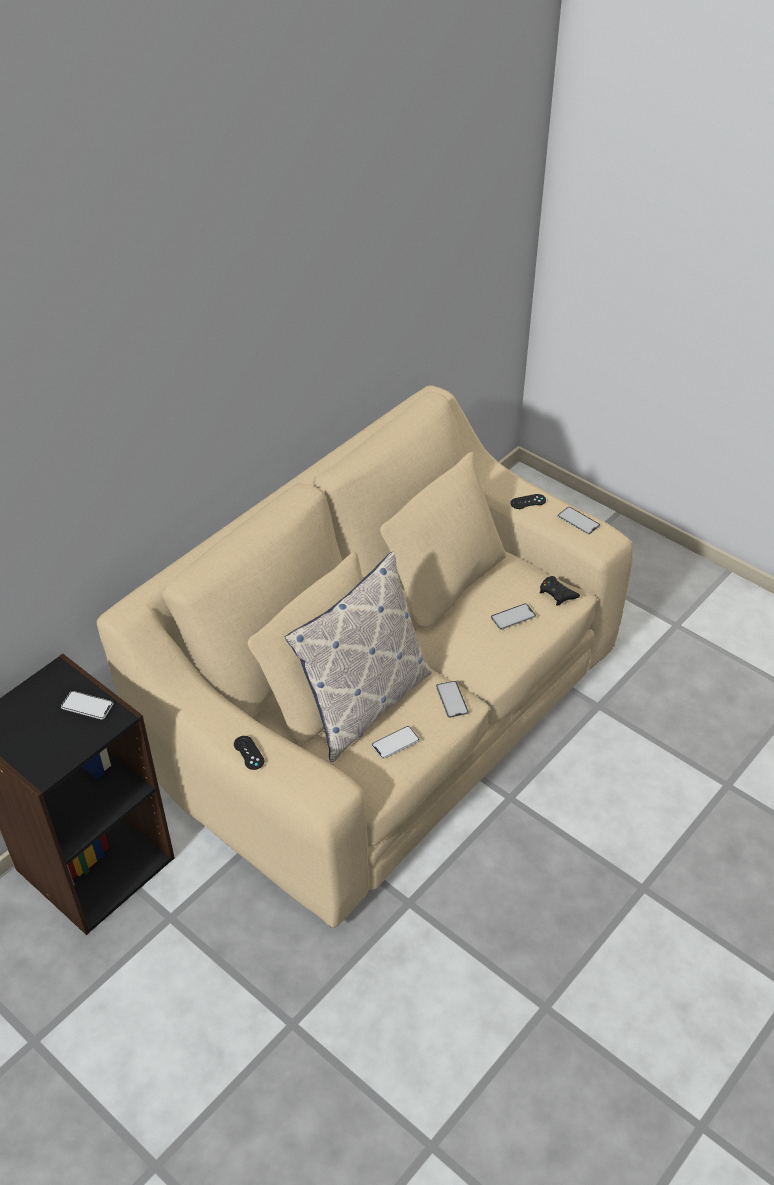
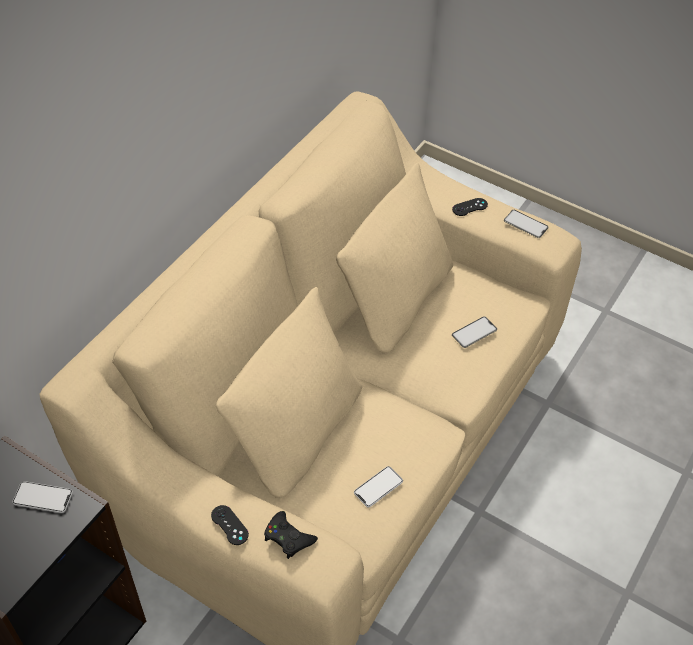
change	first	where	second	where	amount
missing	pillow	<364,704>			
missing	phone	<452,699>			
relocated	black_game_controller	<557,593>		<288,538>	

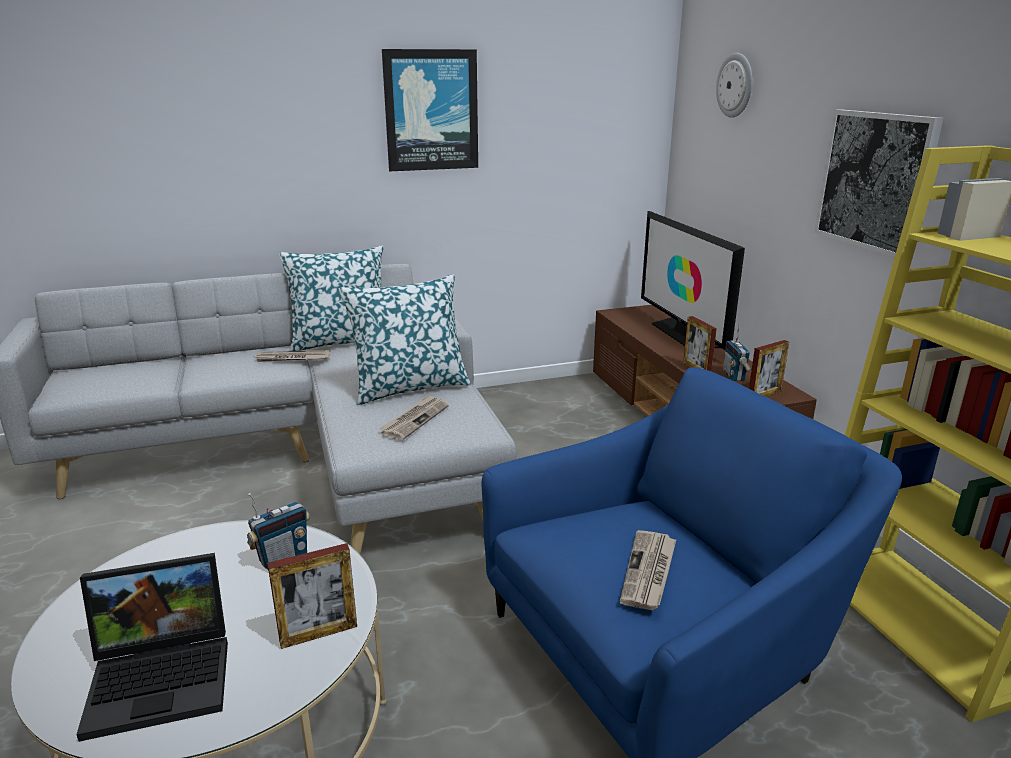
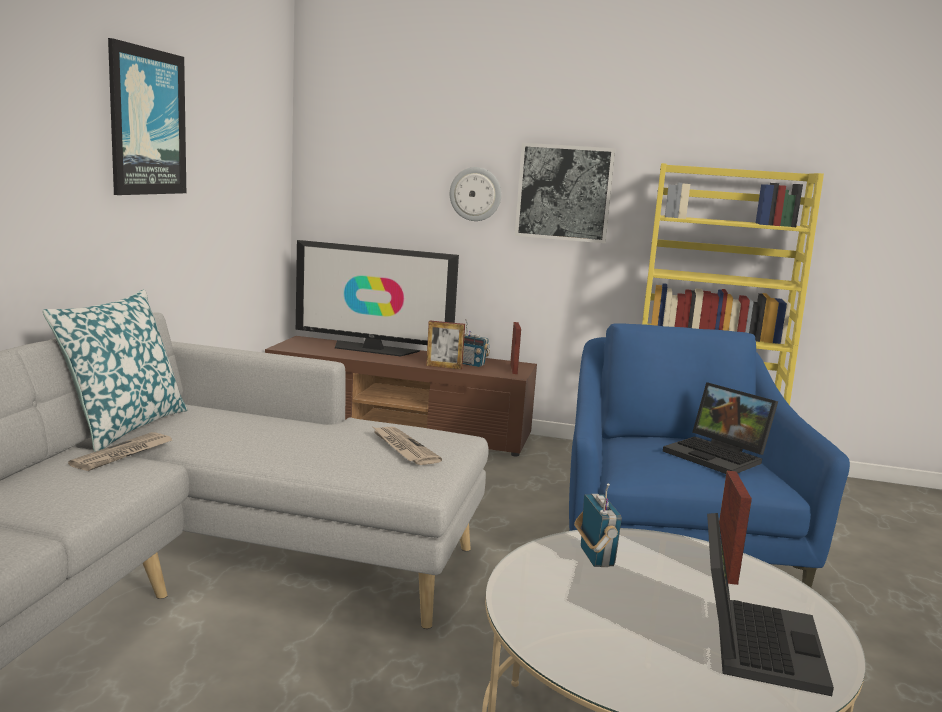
change	first	where	second	where	amount
missing	pillow	<409,387>			
exchanged	newspaper	<649,572>	laptop	<718,456>	
relocated	wall_clock	<735,85>		<475,194>	

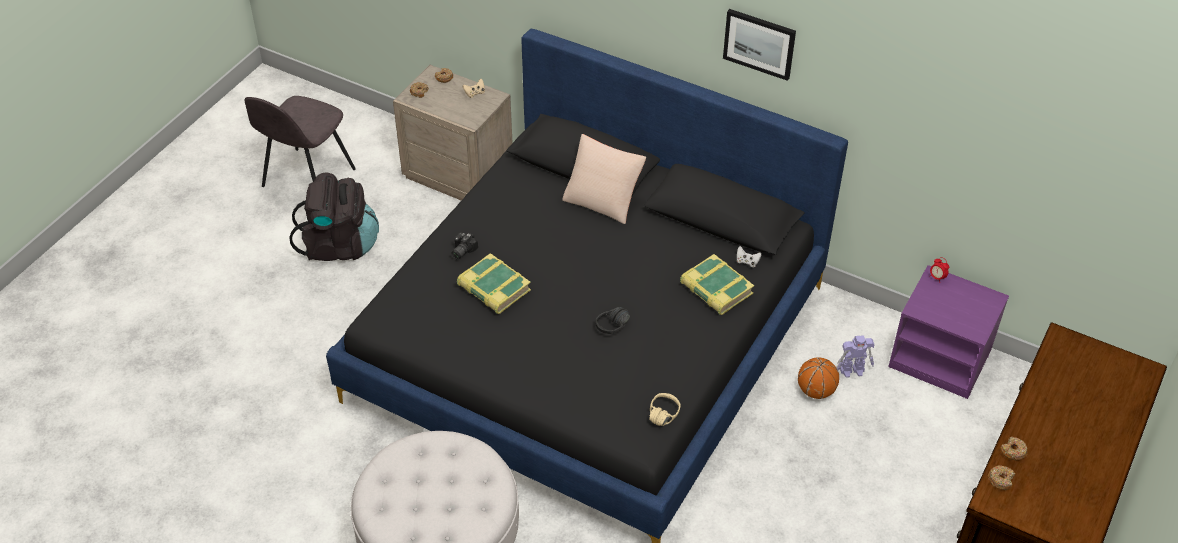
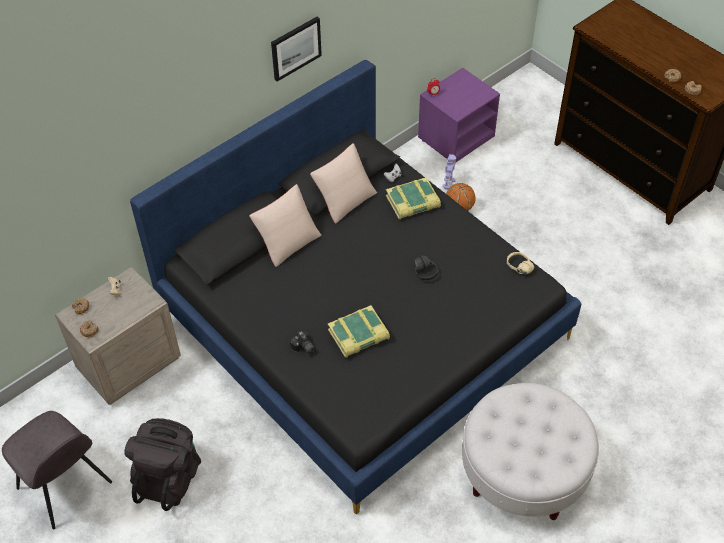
change	first	where	second	where	amount
appeared			beige_pillow	<344,199>	

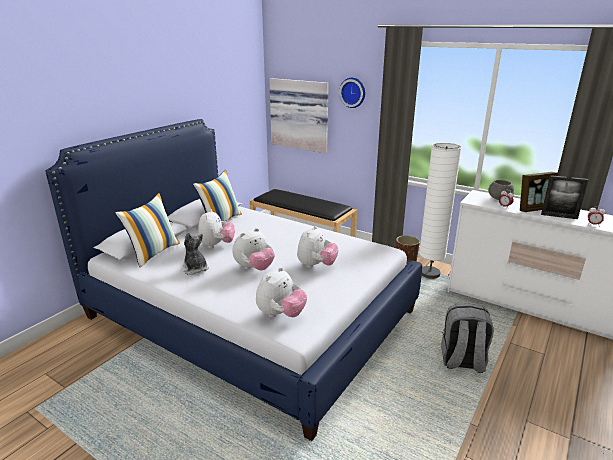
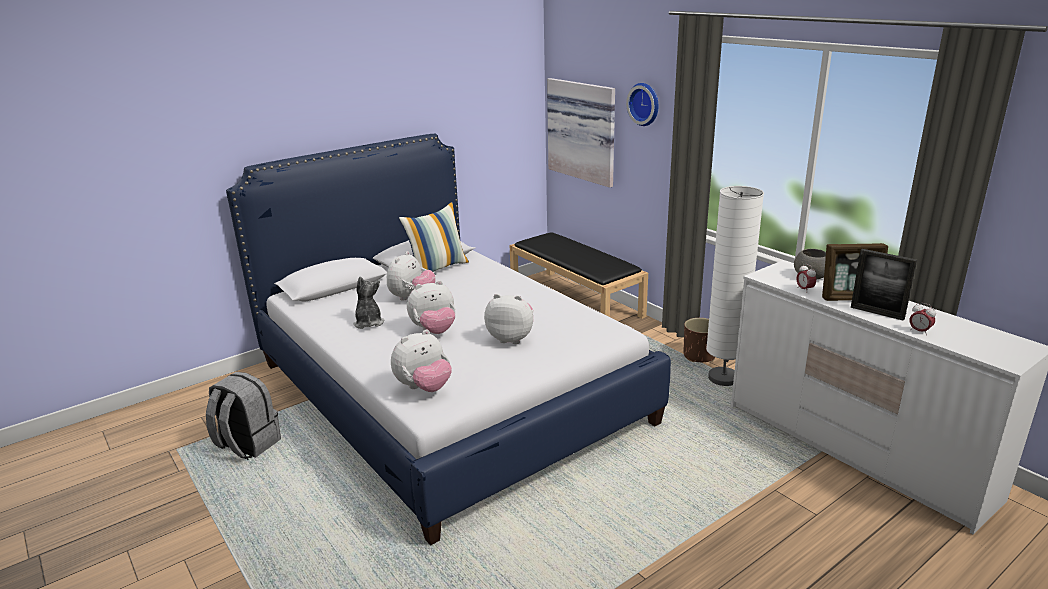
change	first	where	second	where	amount
missing	pillow	<154,253>			
spun	plush_toy	<316,265>		<511,338>	120 degrees counterclockwise
relocated	grey_backpack	<462,361>		<247,445>	

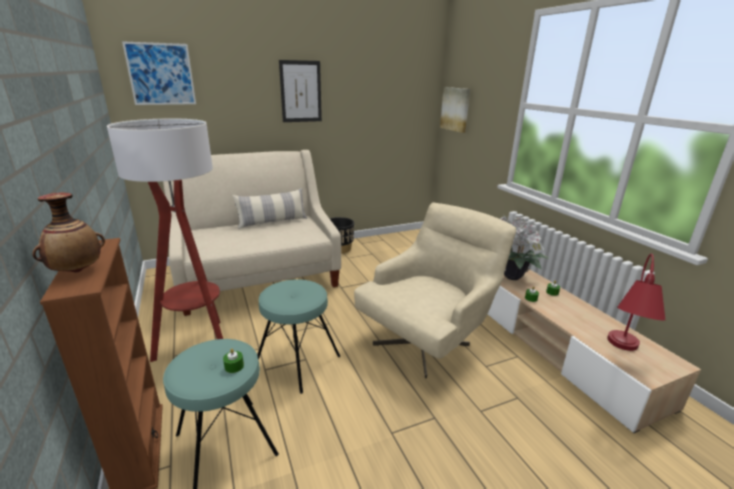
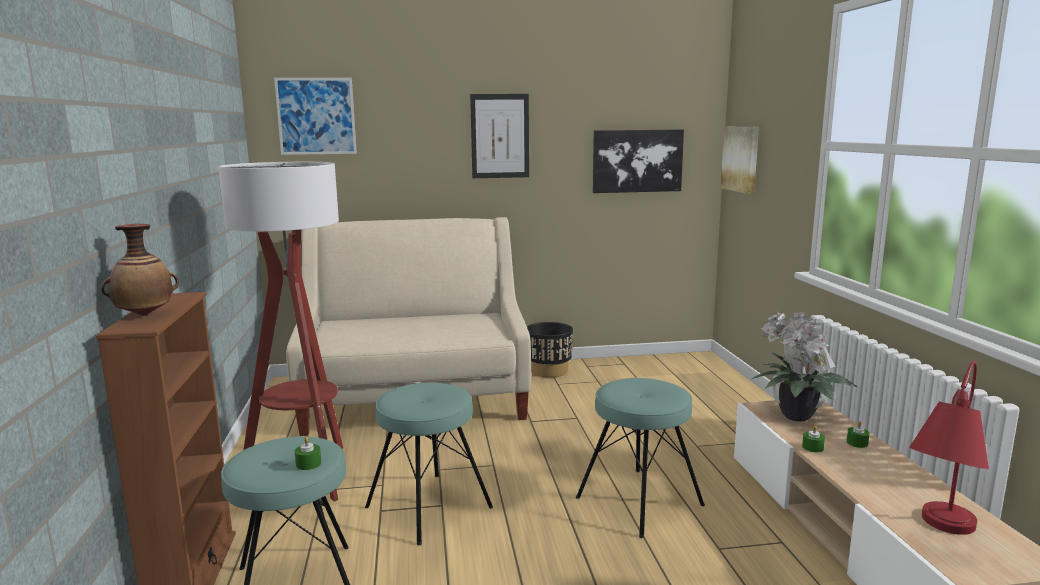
change	first	where	second	where	amount
missing	pillow	<272,222>			
exchanged	beige_armchair	<428,339>	turquoise_stool	<639,501>	
appeared			picture	<637,161>	

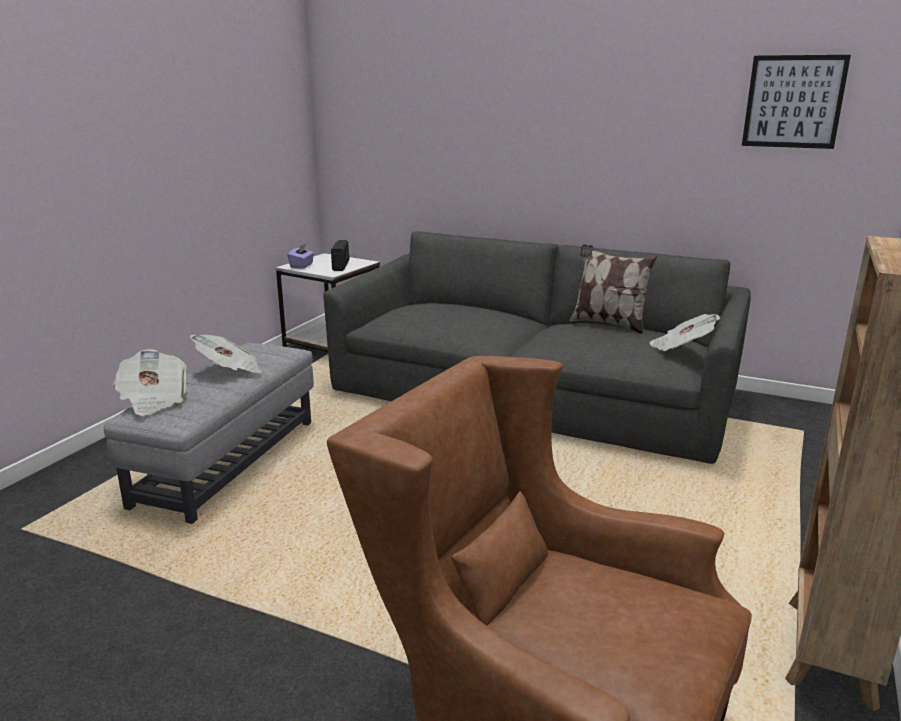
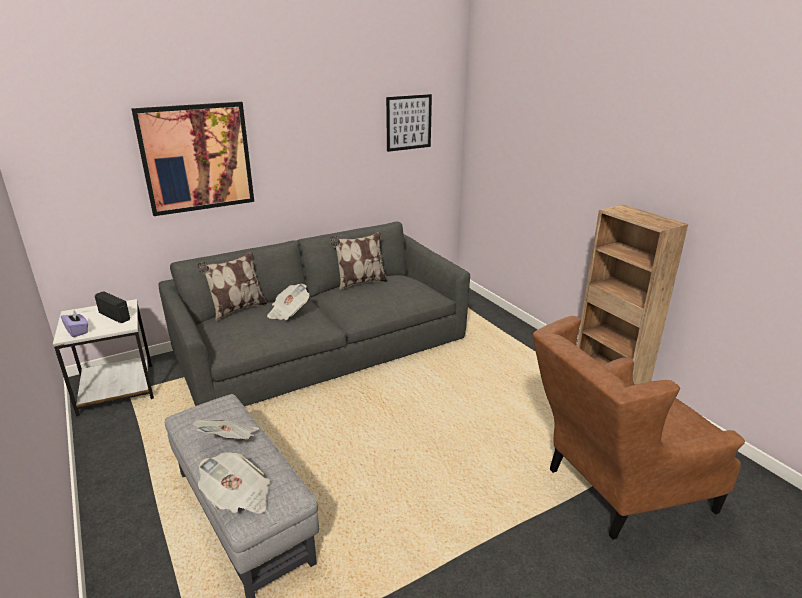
change	first	where	second	where	amount
relocated	newspaper	<681,348>		<288,312>	
appeared			picture	<197,158>	
appeared			pillow	<237,309>	

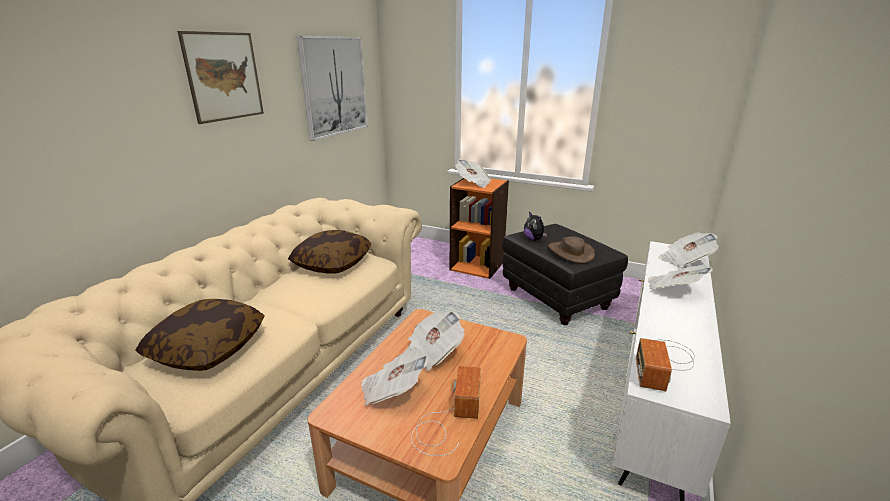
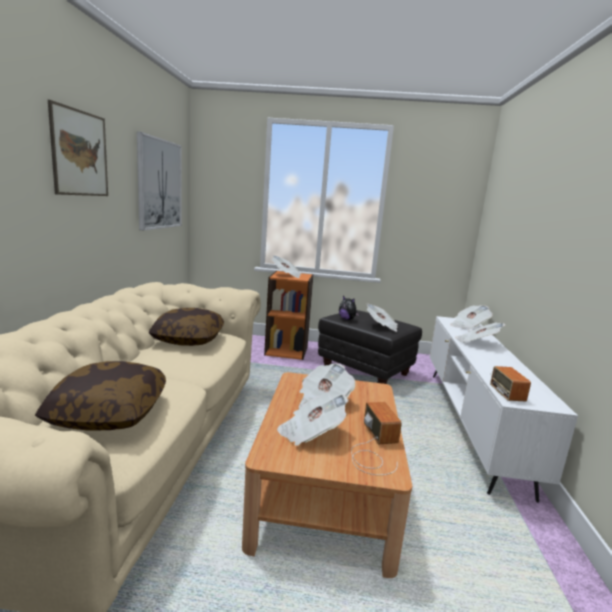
change	first	where	second	where	amount
exchanged	brown_hat	<570,252>	newspaper	<381,326>	

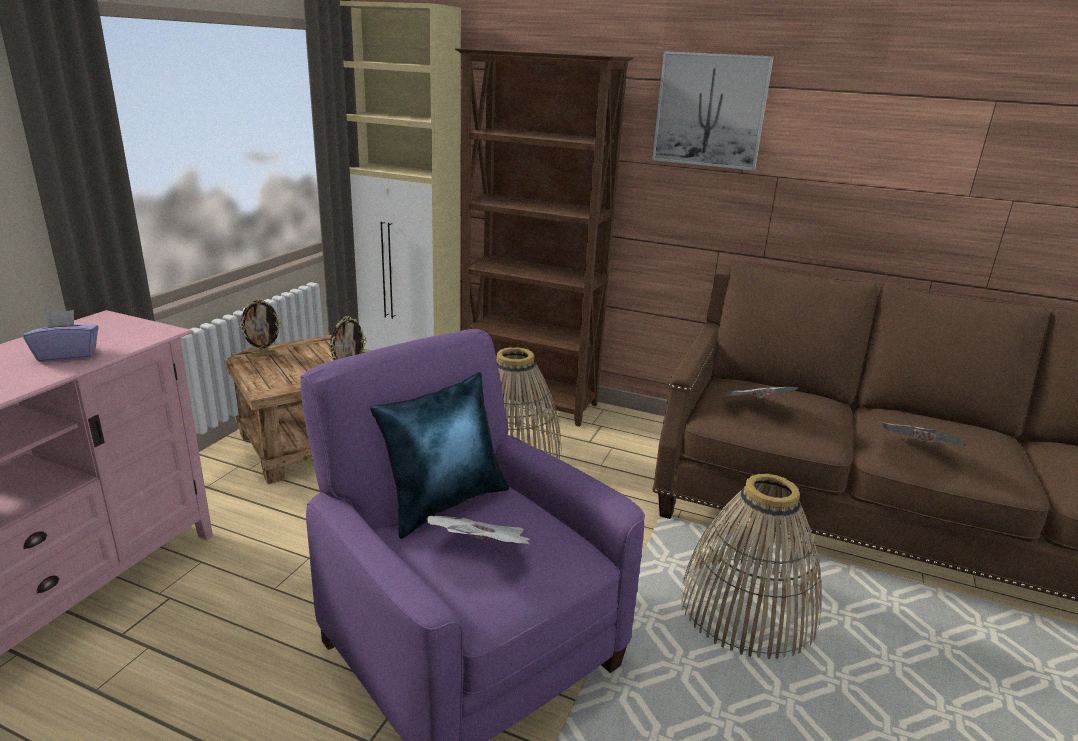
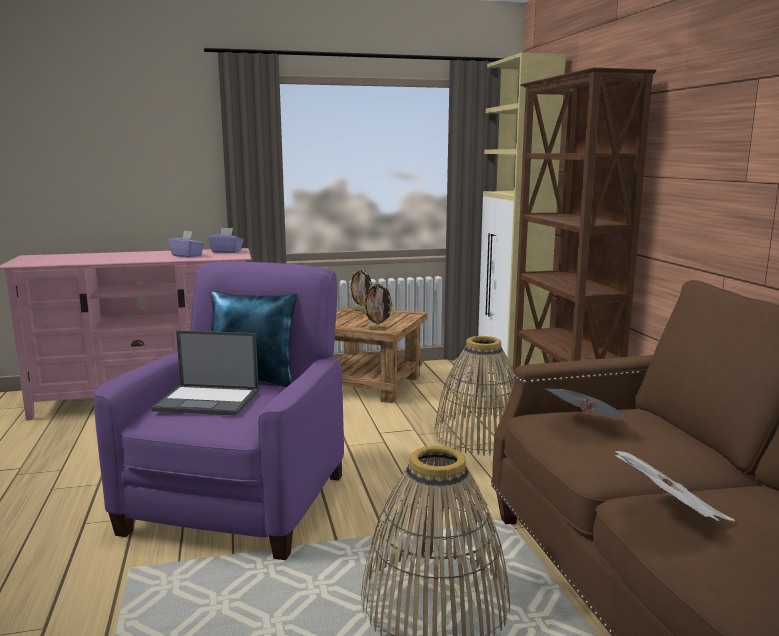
change	first	where	second	where	amount
exchanged	newspaper	<483,552>	laptop	<209,401>	
missing	picture	<710,110>			
appeared			purple_tissue_box	<226,252>	

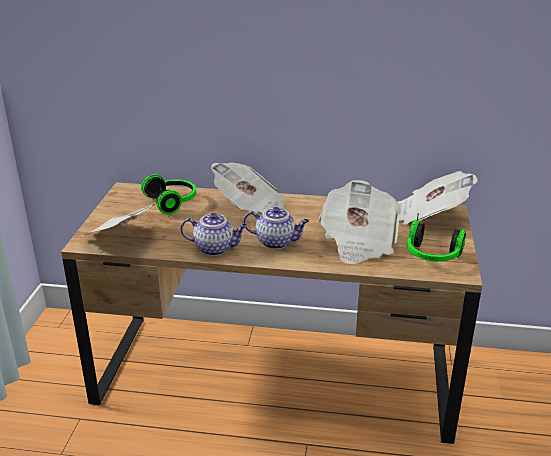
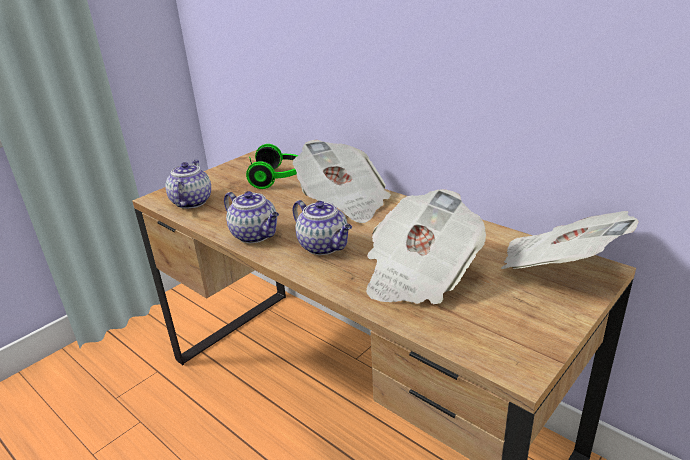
change	first	where	second	where	amount
exchanged	newspaper	<122,238>	teapot	<191,201>	
missing	headphones	<432,256>			

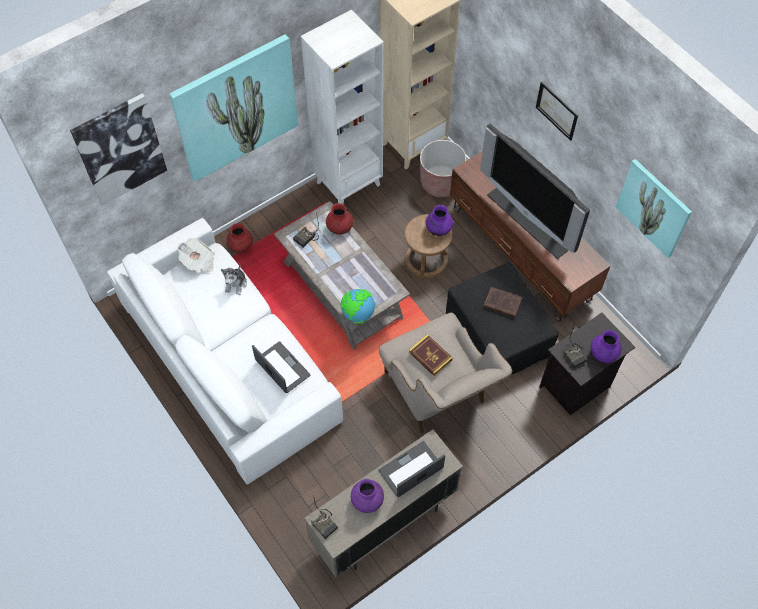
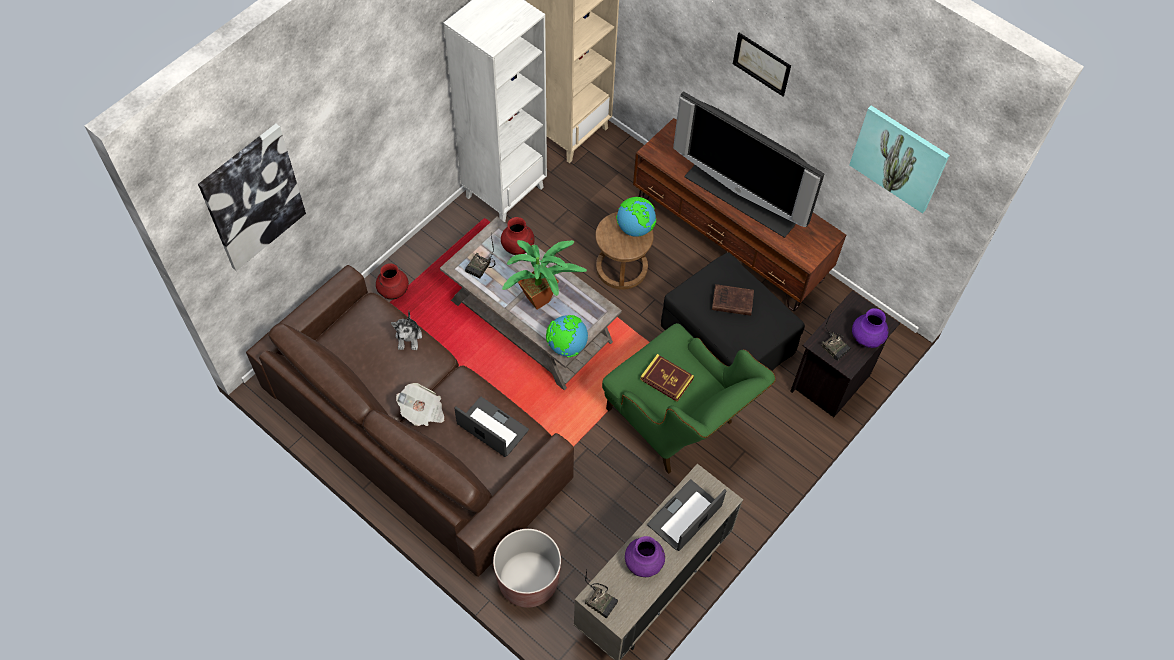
change	first	where	second	where	amount
colour	white_sofa	<230,360>	brown_sofa	<416,432>	
missing	picture	<236,107>			
relocated	newspaper	<198,261>		<422,411>	
colour	beige_armchair	<439,396>	green_armchair	<678,425>	
relocated	brown_planter	<440,183>		<528,580>	
exchanged	purple_vase	<438,229>	globe	<635,228>	
appeared			potted_plant	<543,299>	

